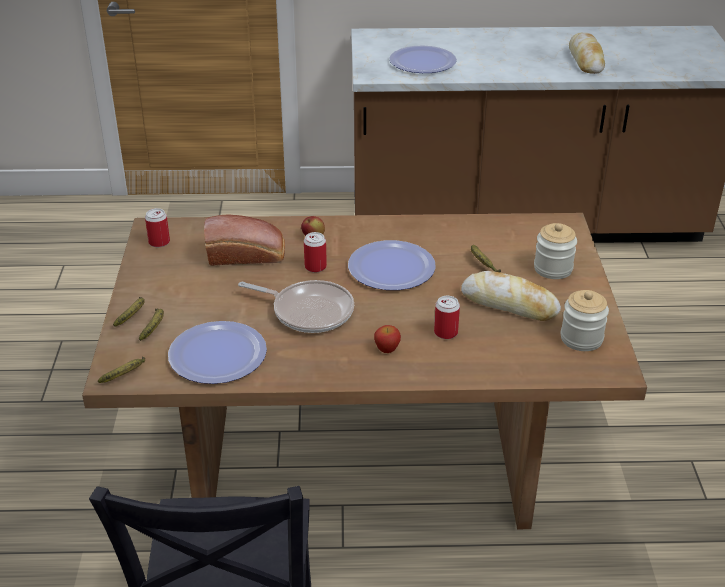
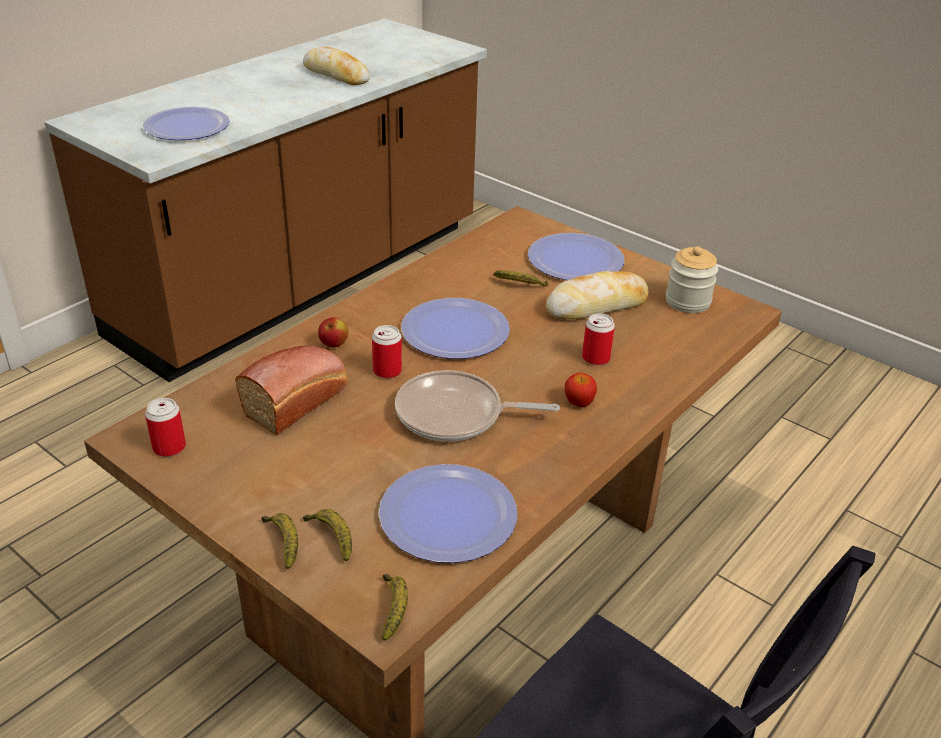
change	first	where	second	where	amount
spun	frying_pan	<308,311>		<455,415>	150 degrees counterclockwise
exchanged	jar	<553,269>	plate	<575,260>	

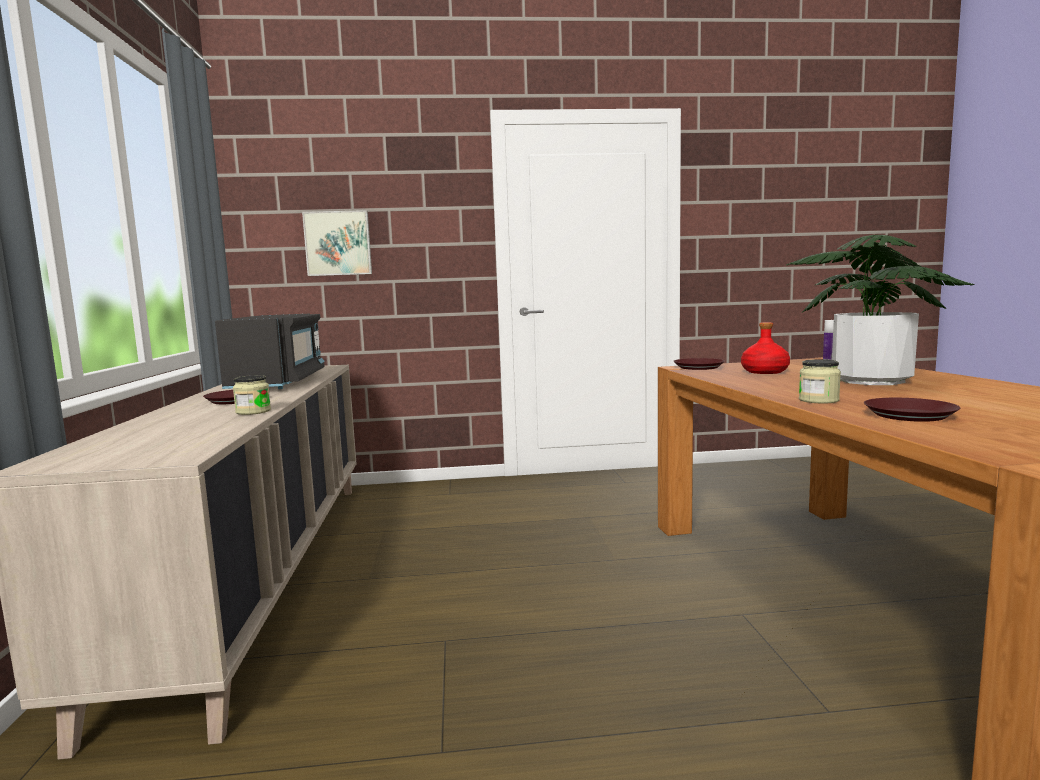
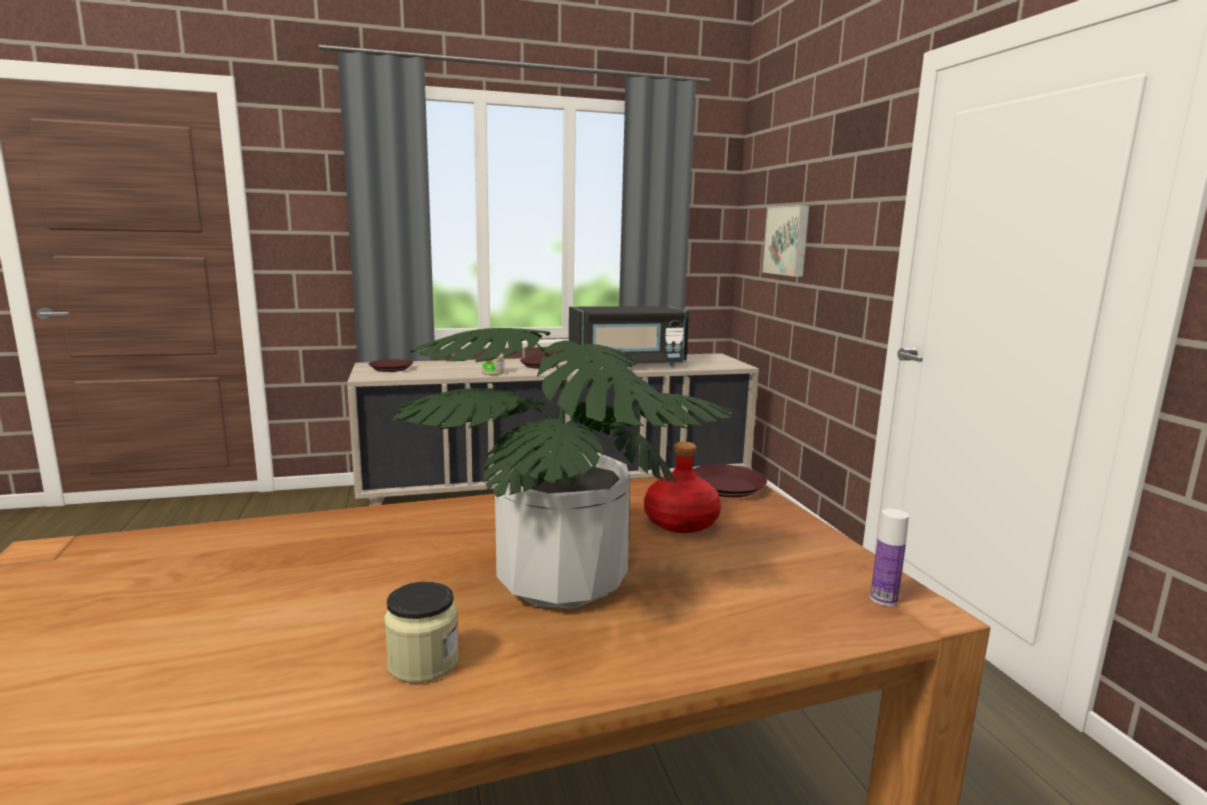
change	first	where	second	where	amount
relocated	jar	<818,400>		<423,662>	
relocated	brown_plate	<908,415>		<391,368>	

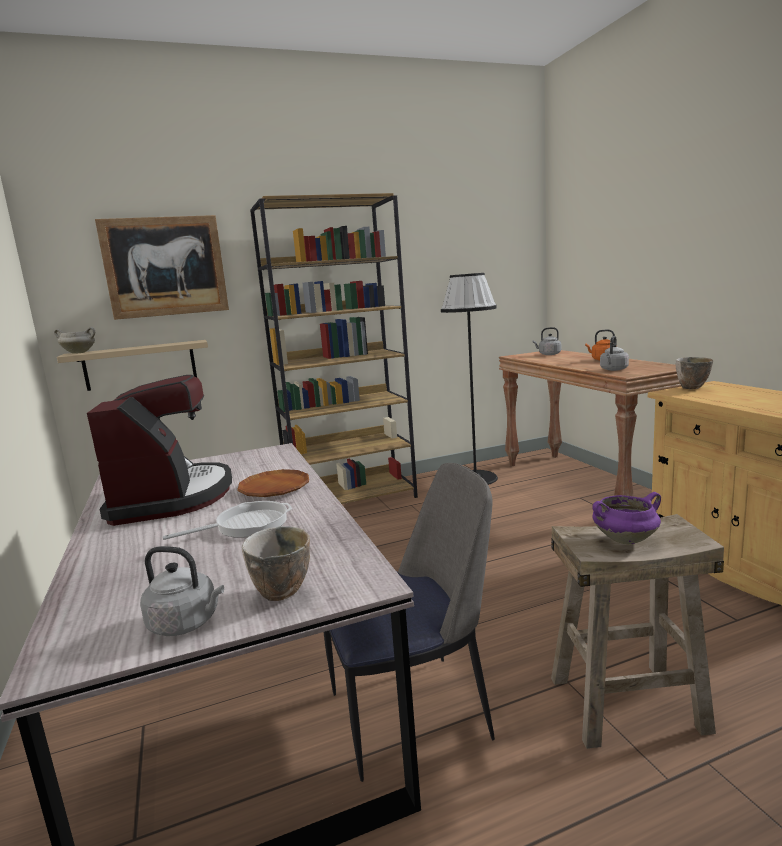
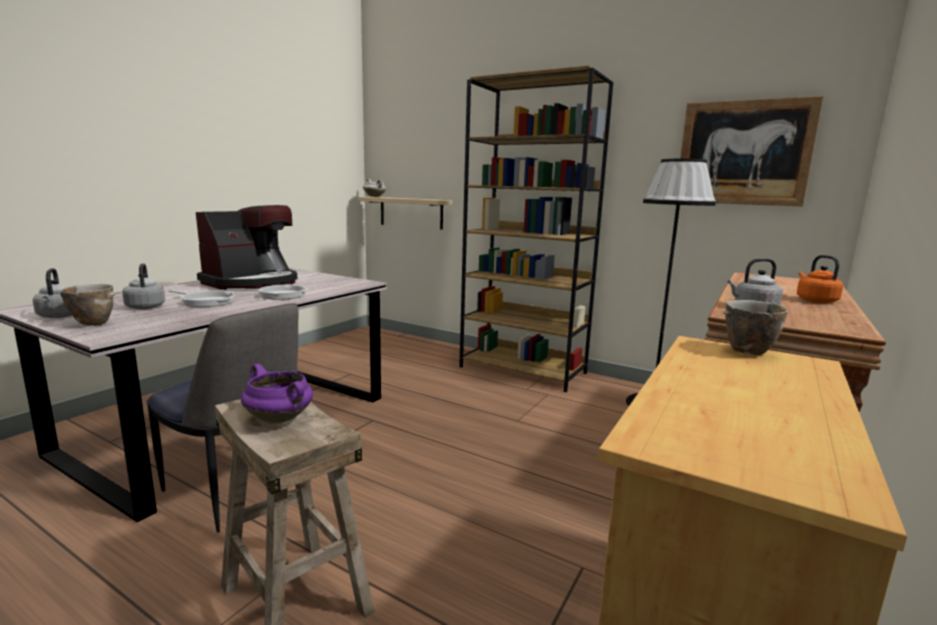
change	first	where	second	where	amount
relocated	picture	<165,267>		<743,153>	
exchanged	brown_plate	<274,488>	frying_pan	<278,295>	
relocated	grey_kettle	<548,354>		<146,306>	

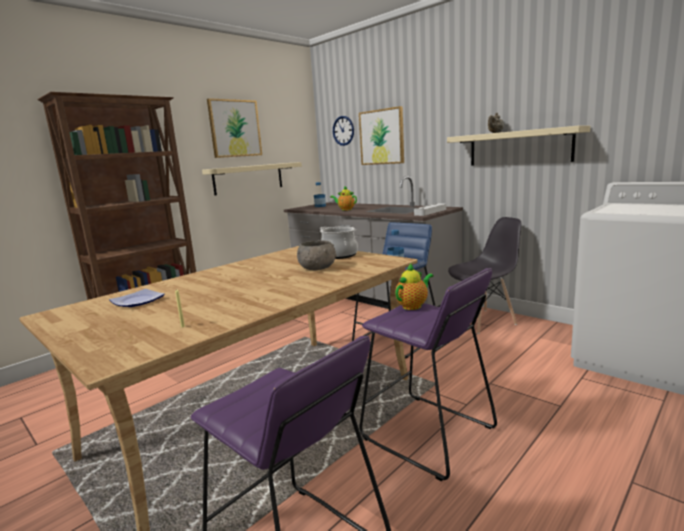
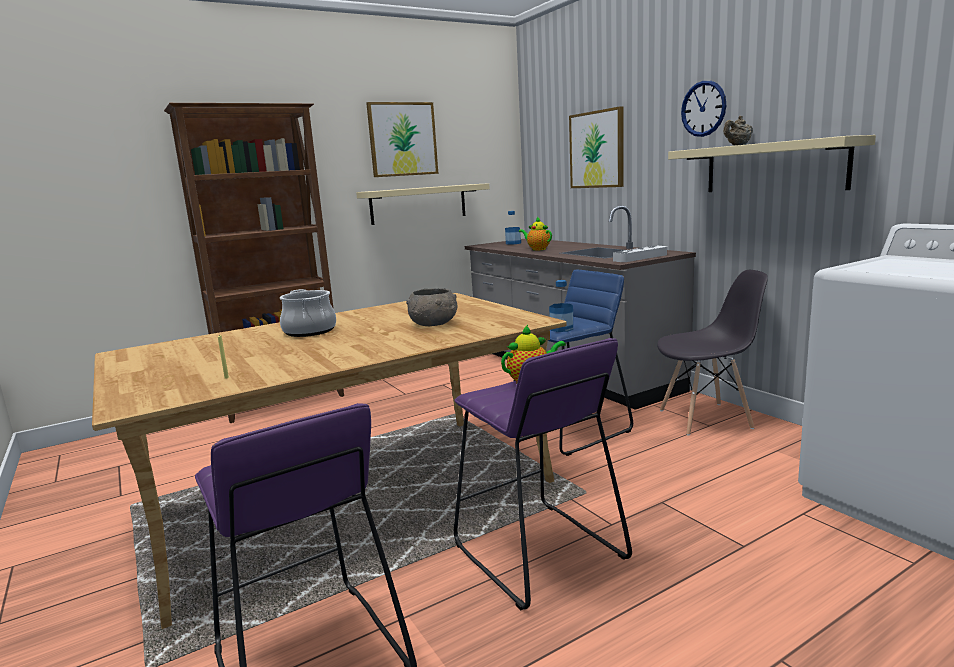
change	first	where	second	where	amount
missing	plate	<137,301>			
relocated	cooking_pot	<339,255>		<310,331>	
relocated	wall_clock	<343,130>		<703,109>	

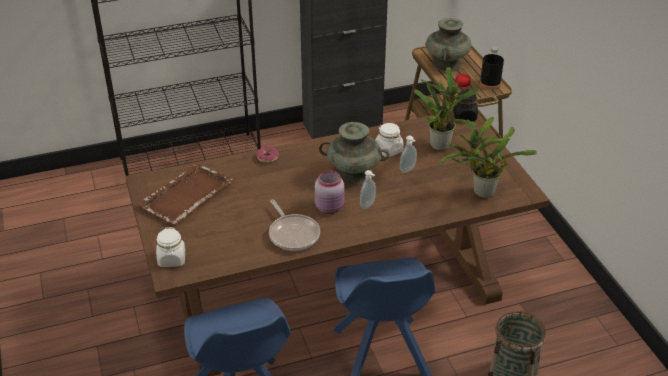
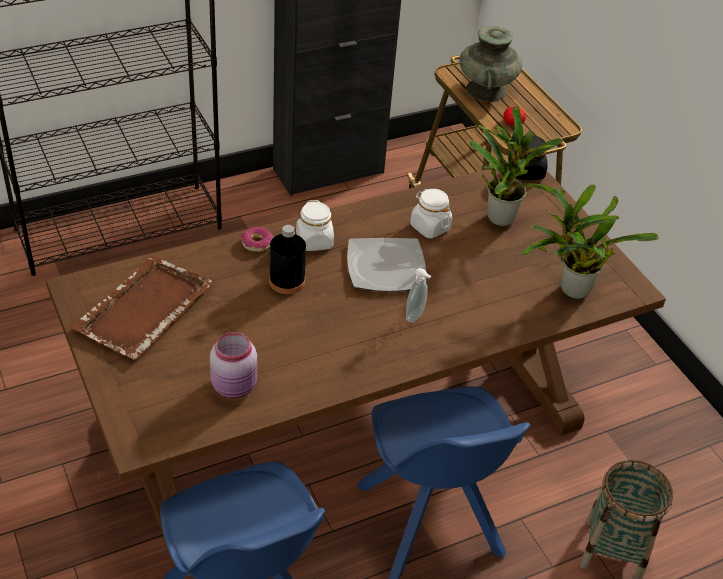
change	first	where	second	where	amount
relocated	white_jar	<172,259>		<314,241>	
missing	frying_pan	<293,234>			
relocated	pink_jar	<330,208>		<235,386>	
exchanged	turquoise_vase	<353,174>	plate	<386,267>	
missing	soap_dispenser	<408,170>			
relocated	black_bottle	<490,84>		<287,281>	

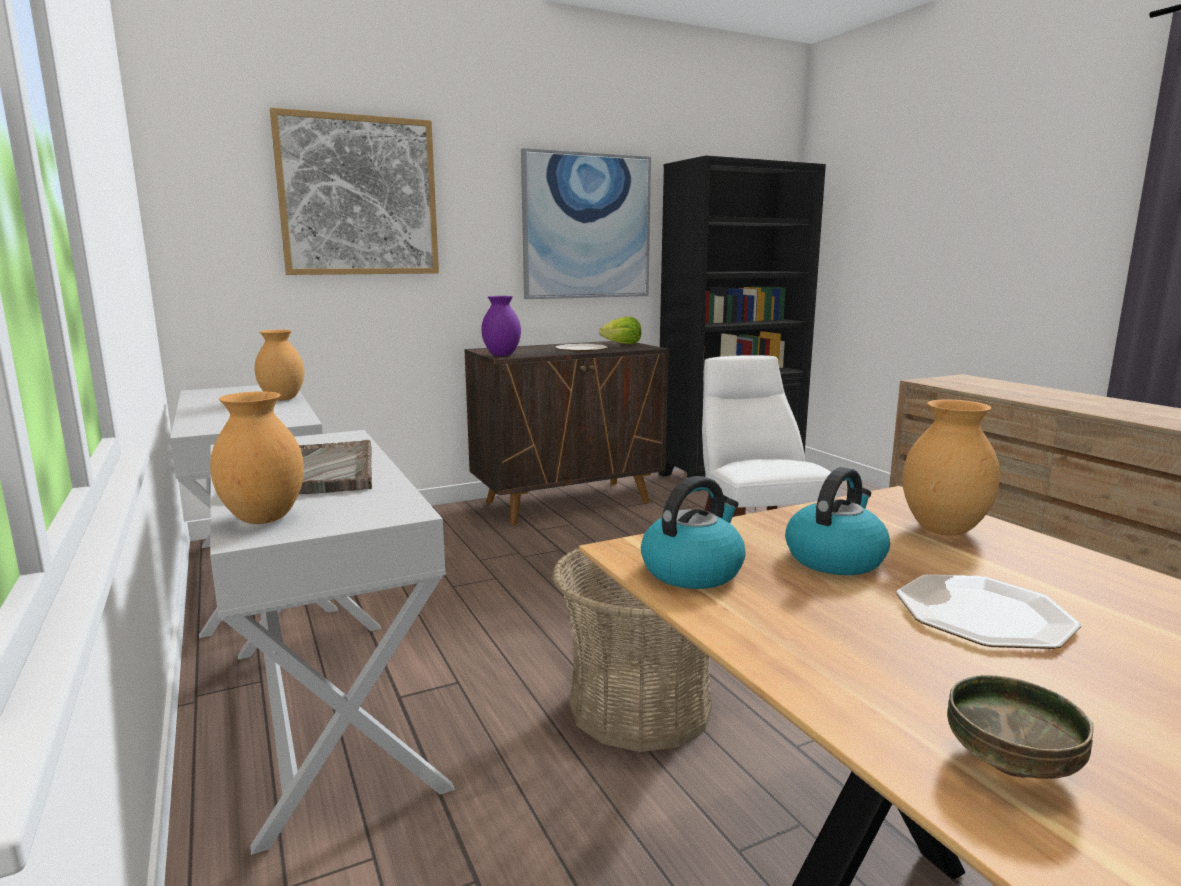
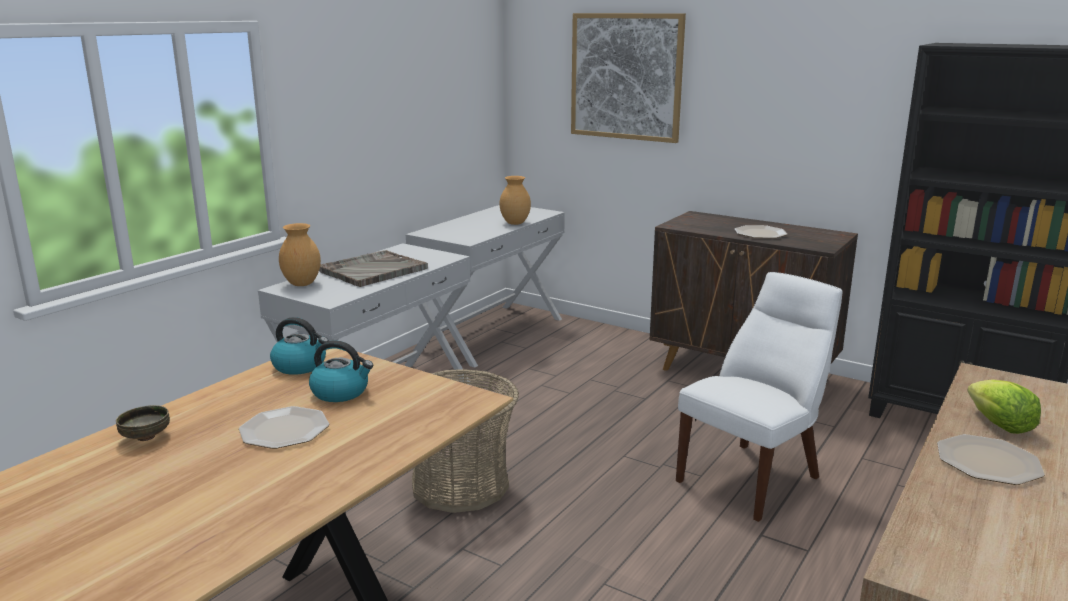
change	first	where	second	where	amount
missing	purple_vase	<502,355>			
missing	picture	<587,227>			
relocated	lettuce	<622,344>		<999,424>	
missing	brown_vase	<945,530>			
appeared			plate	<989,461>	

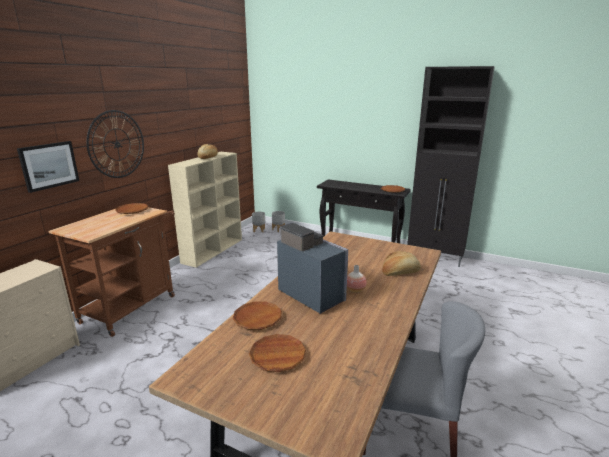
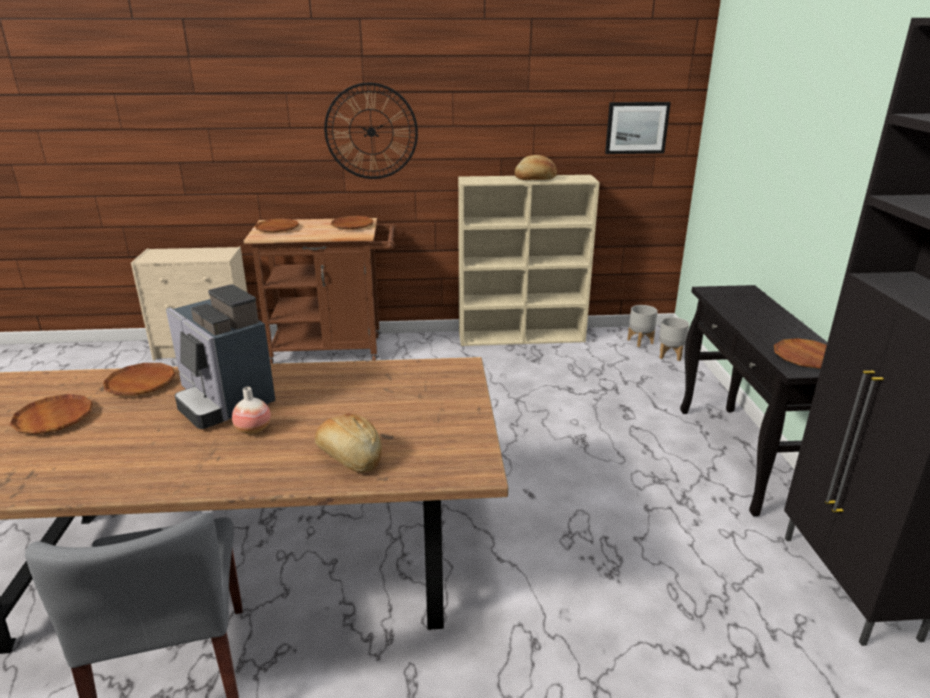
change	first	where	second	where	amount
relocated	picture	<49,165>		<636,128>	
spun	coffee_machine	<312,294>		<224,400>	120 degrees clockwise
appeared			brown_plate	<277,229>	

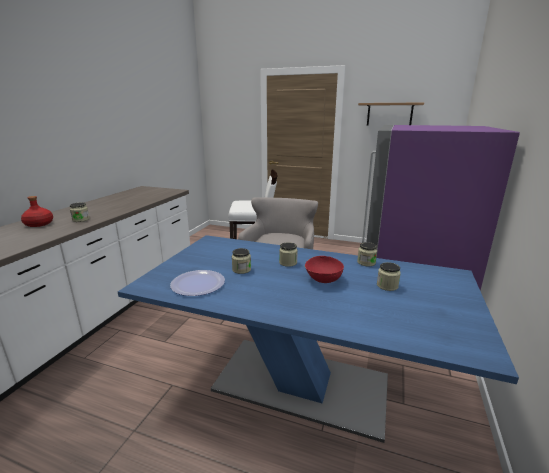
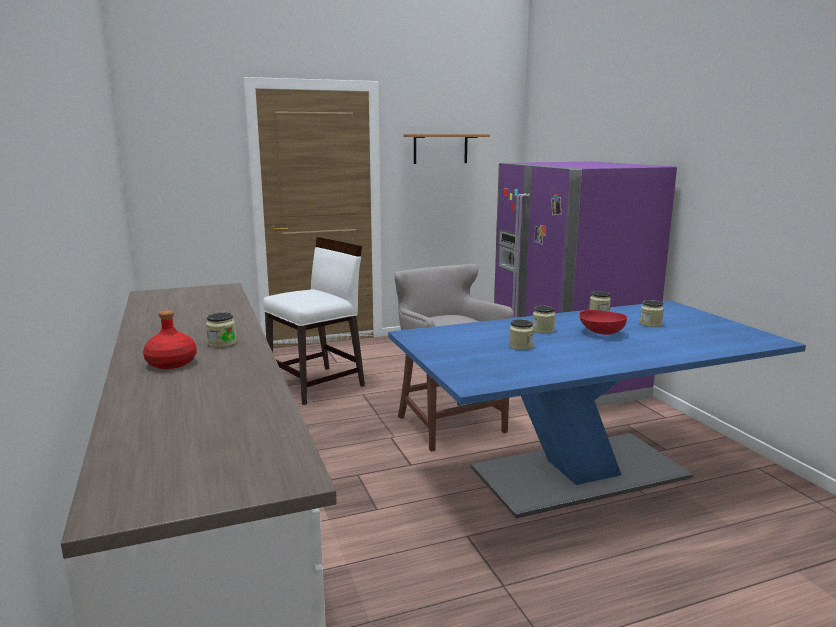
change	first	where	second	where	amount
missing	plate	<198,284>			

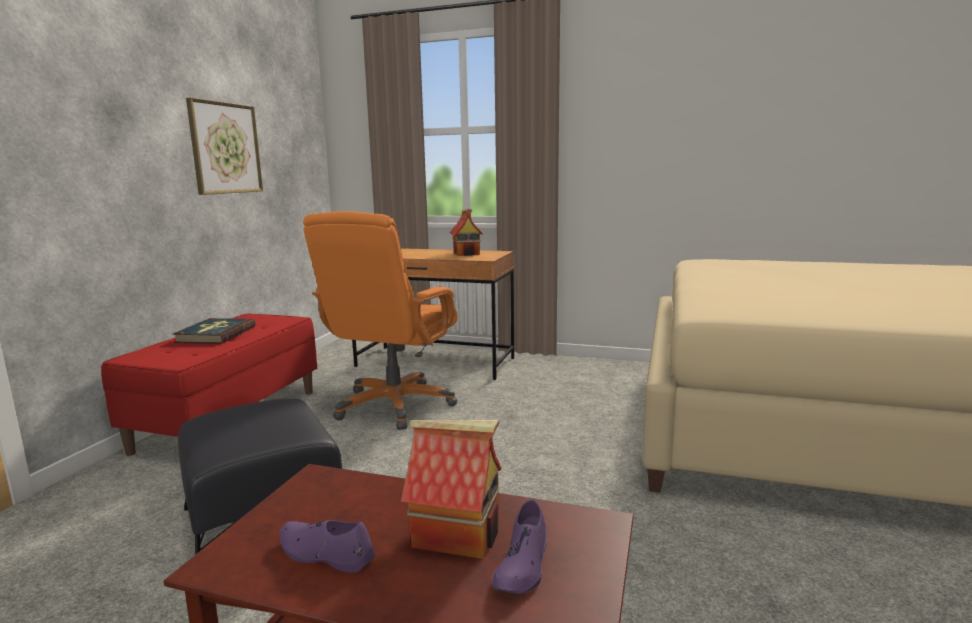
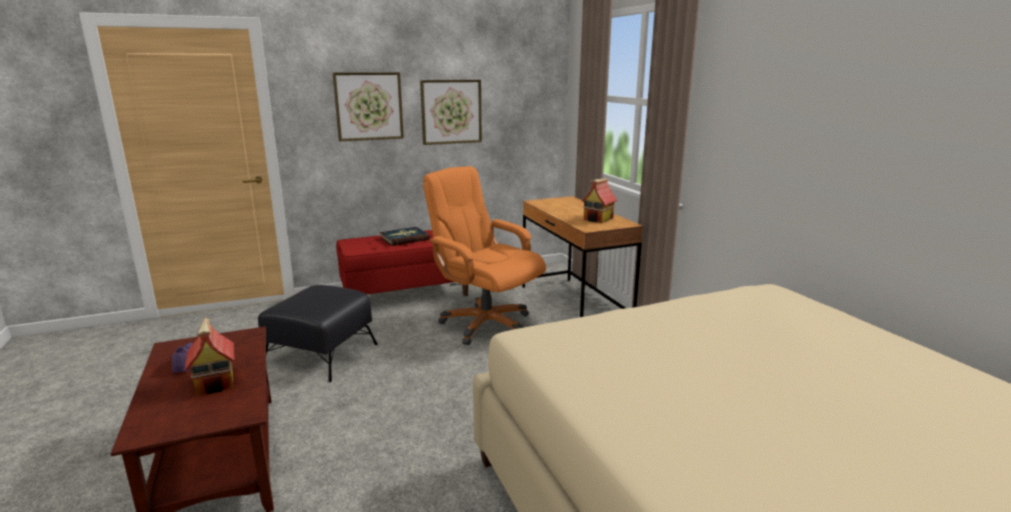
change	first	where	second	where	amount
spun	orange_office_chair	<394,405>		<485,324>	60 degrees clockwise
missing	purple_shoe	<523,564>			
appeared			picture	<369,106>	

